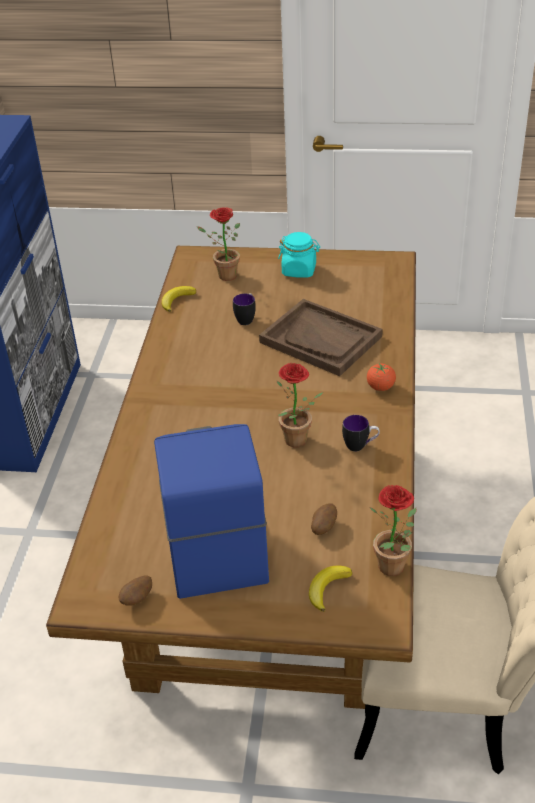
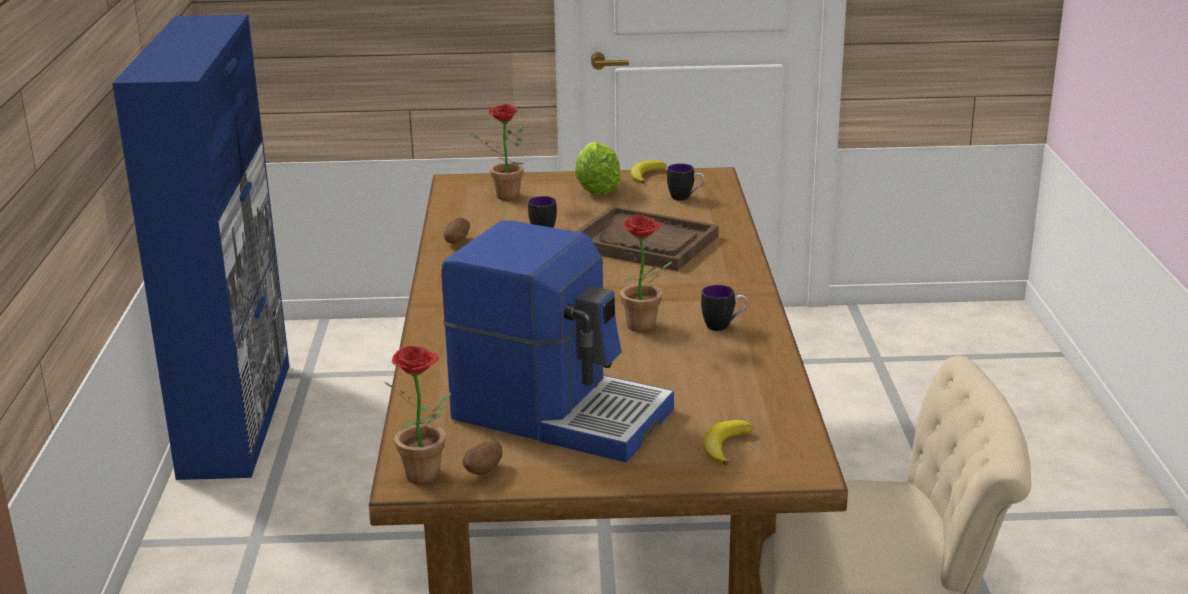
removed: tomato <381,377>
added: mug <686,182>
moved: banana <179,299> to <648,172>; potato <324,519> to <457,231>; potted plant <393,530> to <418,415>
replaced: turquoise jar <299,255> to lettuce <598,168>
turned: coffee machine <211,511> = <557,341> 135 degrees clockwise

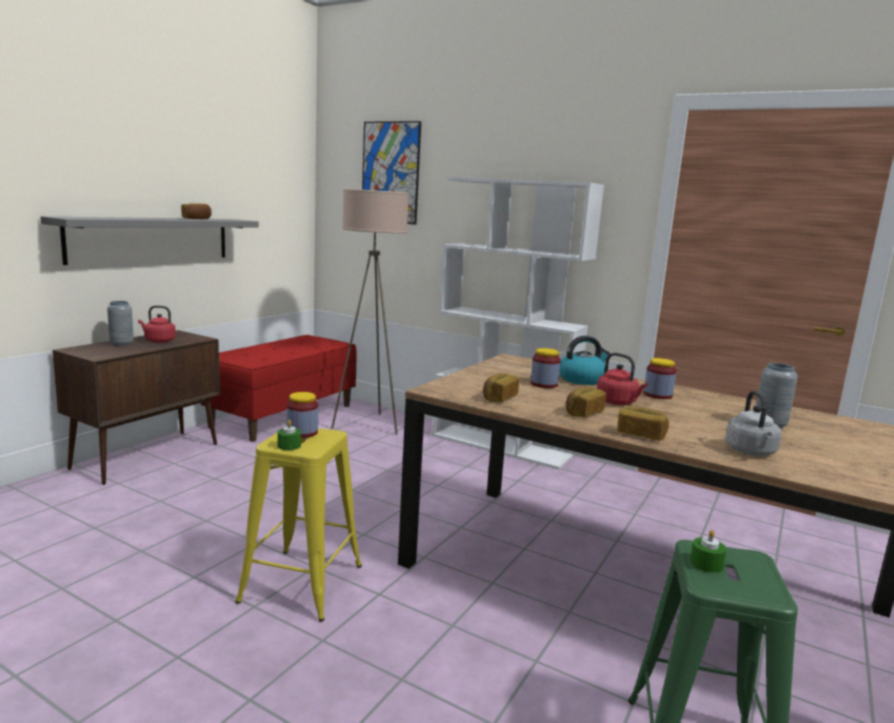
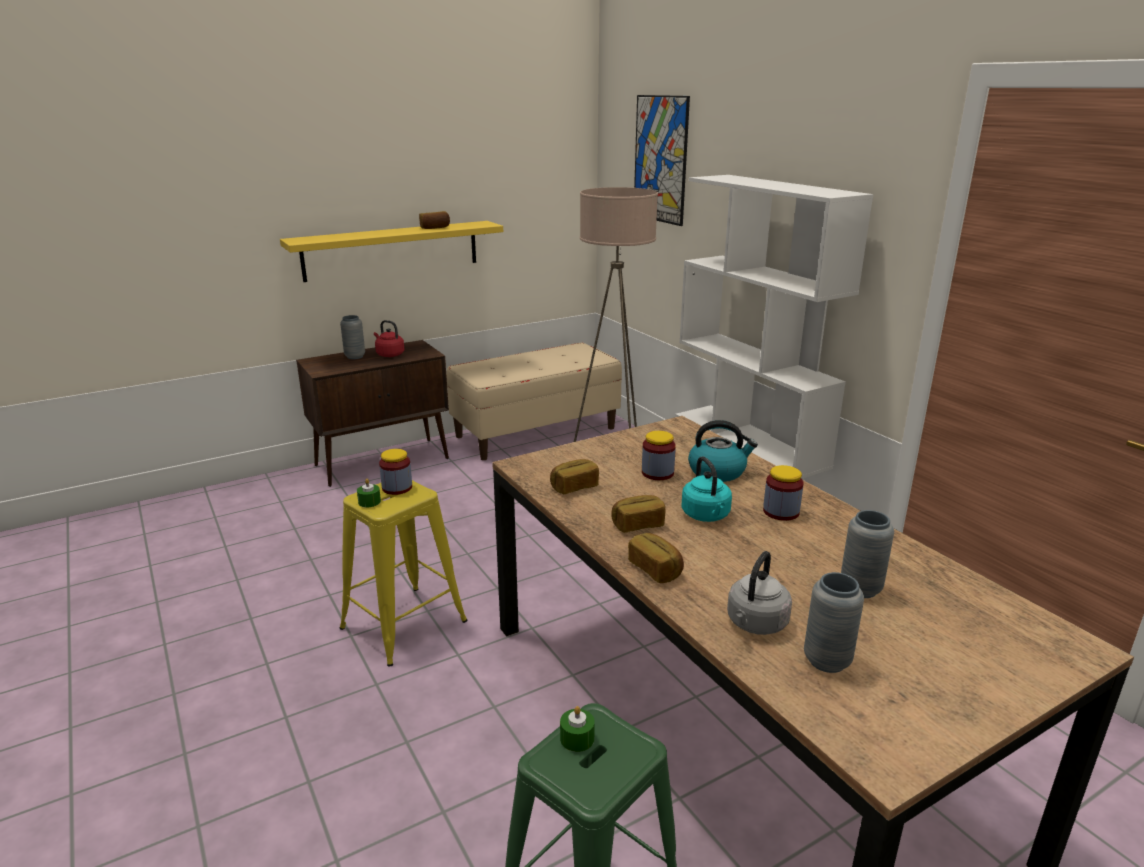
added: grey vase <834,622>
recoloured: grey shelf <149,240> to yellow shelf <391,251>; red bench <279,388> to beige bench <534,401>; red kettle <622,379> to turquoise kettle <706,489>

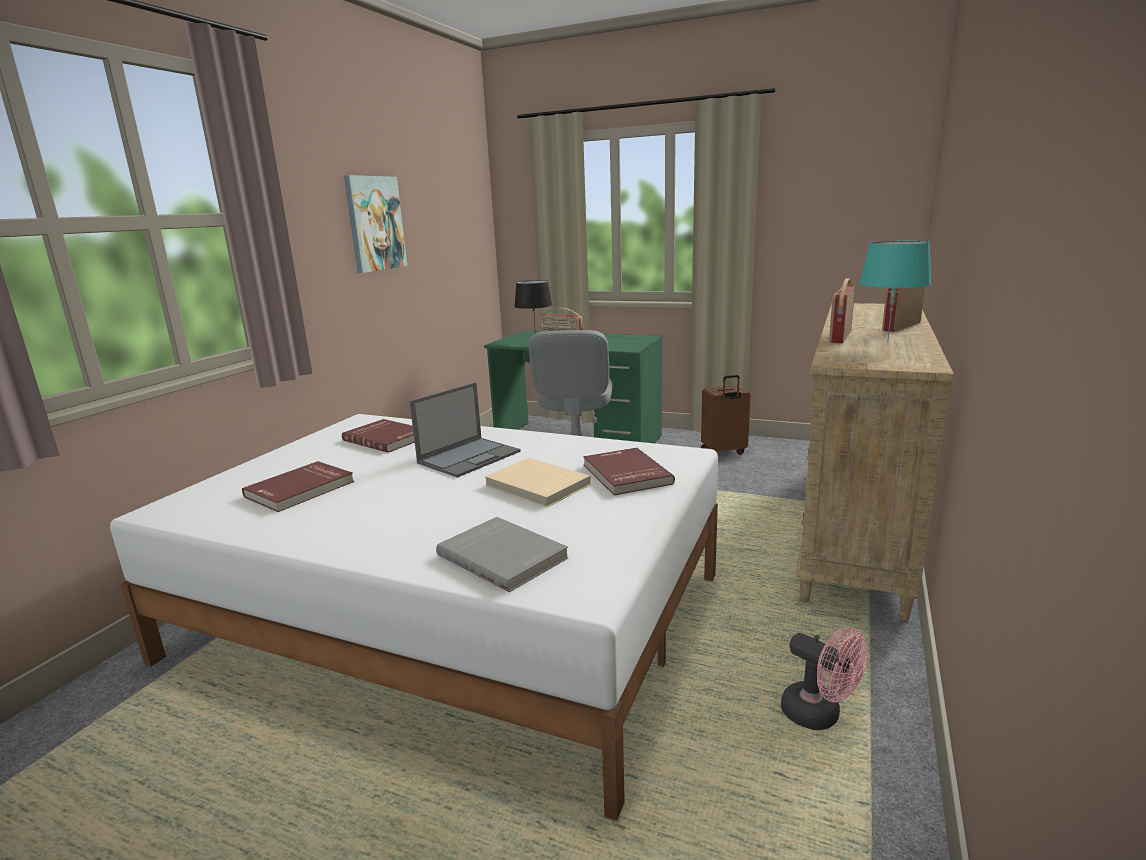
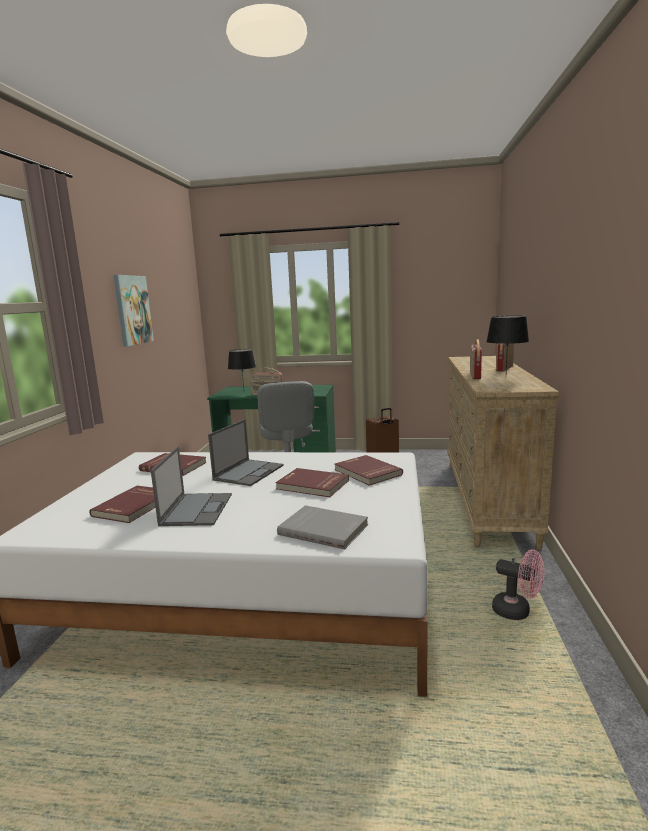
added: laptop <191,486>
recoloured: beige book <538,482> to red book <312,482>; turquoise table lamp <895,292> to black table lamp <507,343>

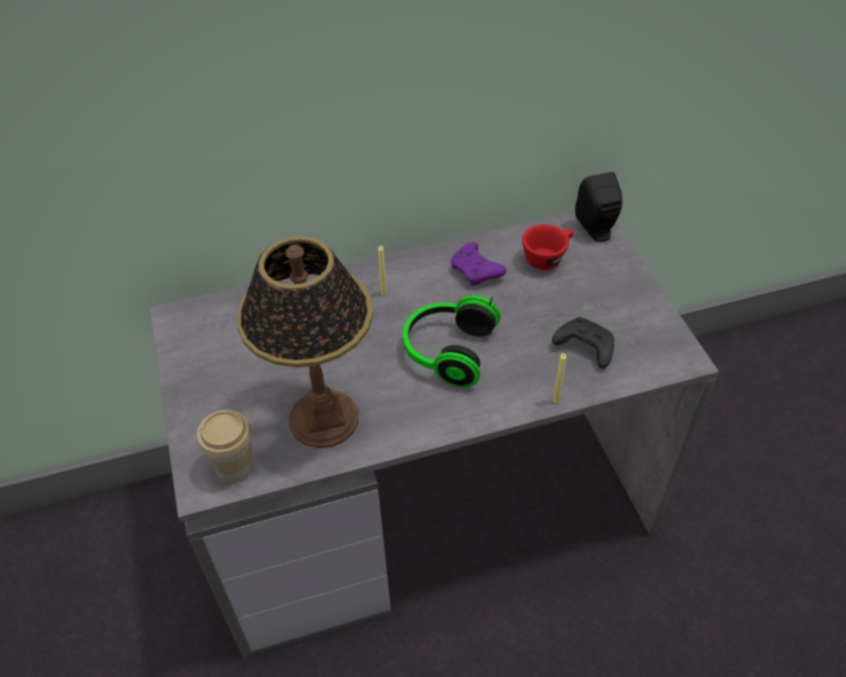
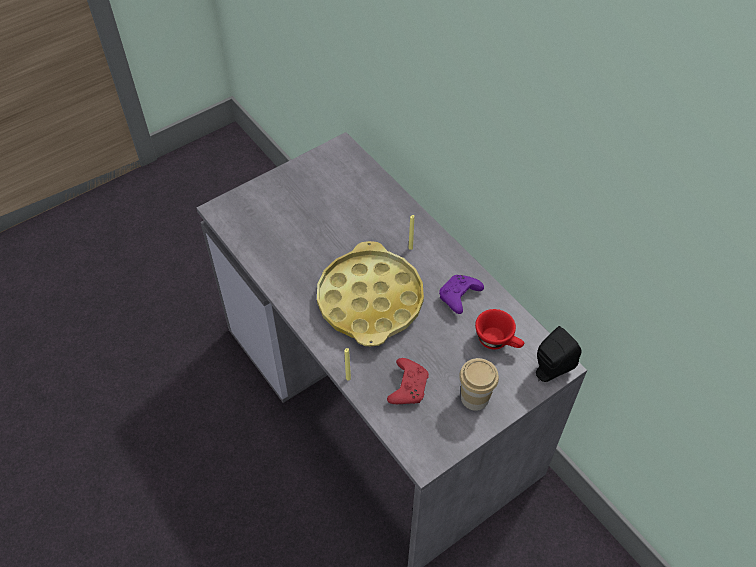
removed: table lamp <305,342>
moved: cup <225,446> to <479,384>
replaced: headphones <452,341> to yellow tray <370,293>
recoloured: black game controller <583,343> to red game controller <408,381>

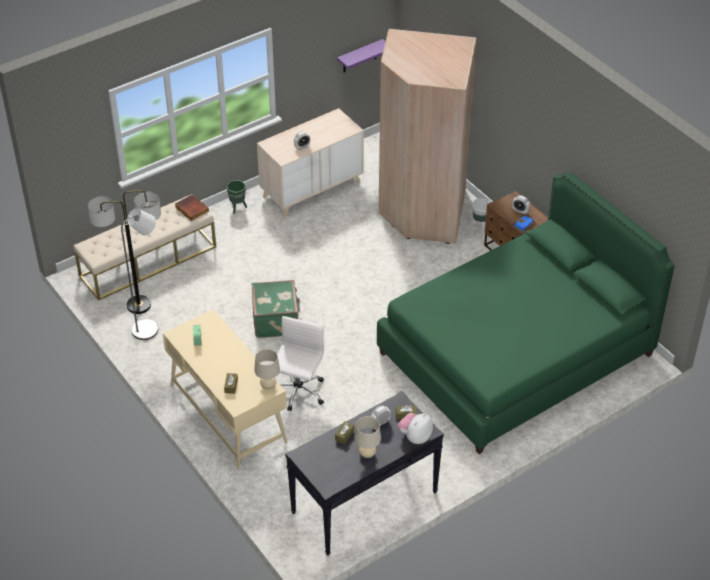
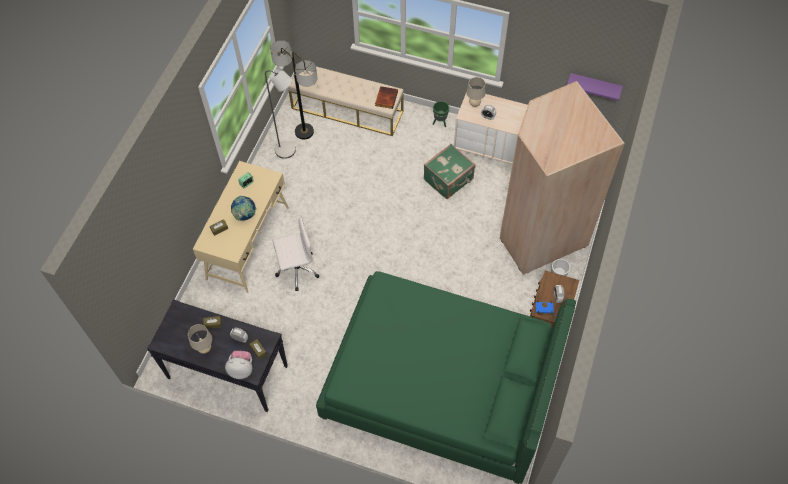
added: globe <243,208>
moved: green suitcase <275,309> to <449,171>; beige table lamp <267,369> to <476,92>

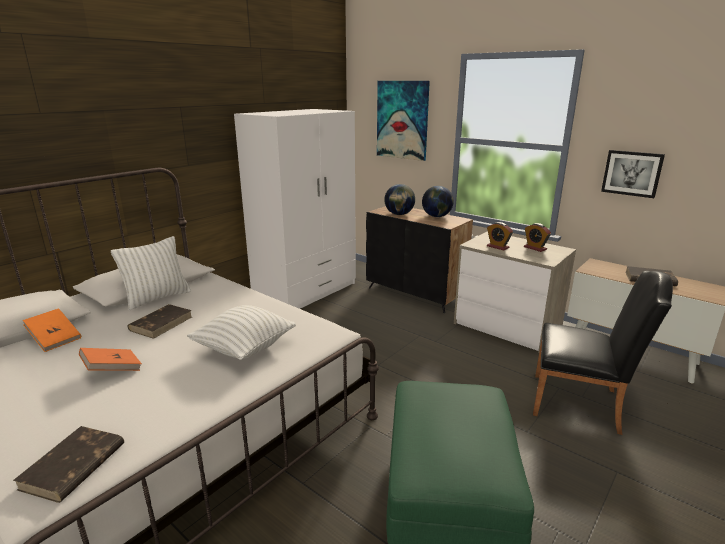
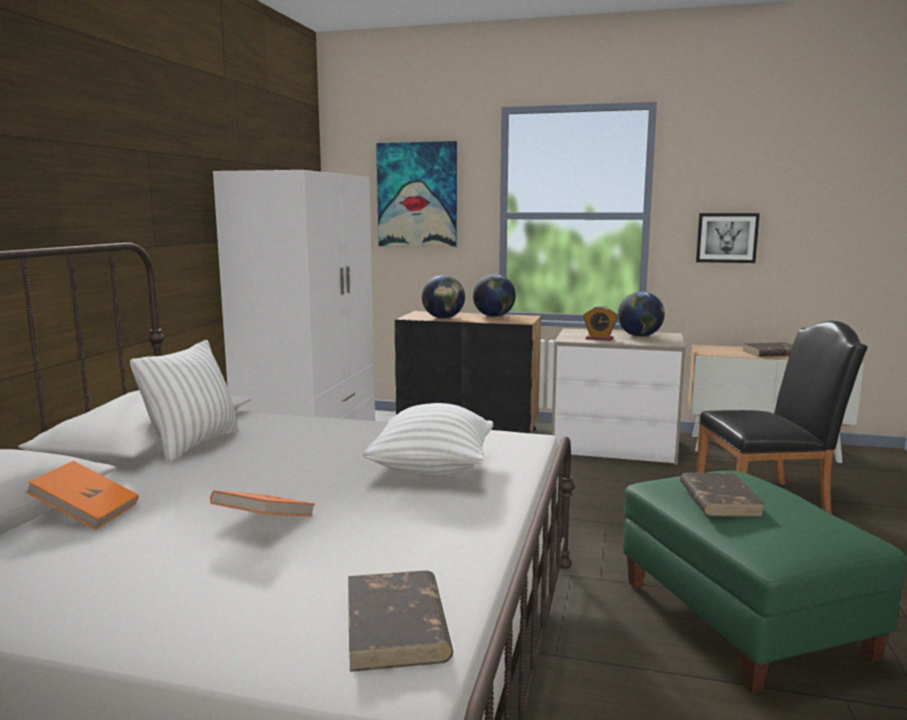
moved: brown book <159,321> to <722,495>
replaced: alarm clock <537,237> to globe <641,314>

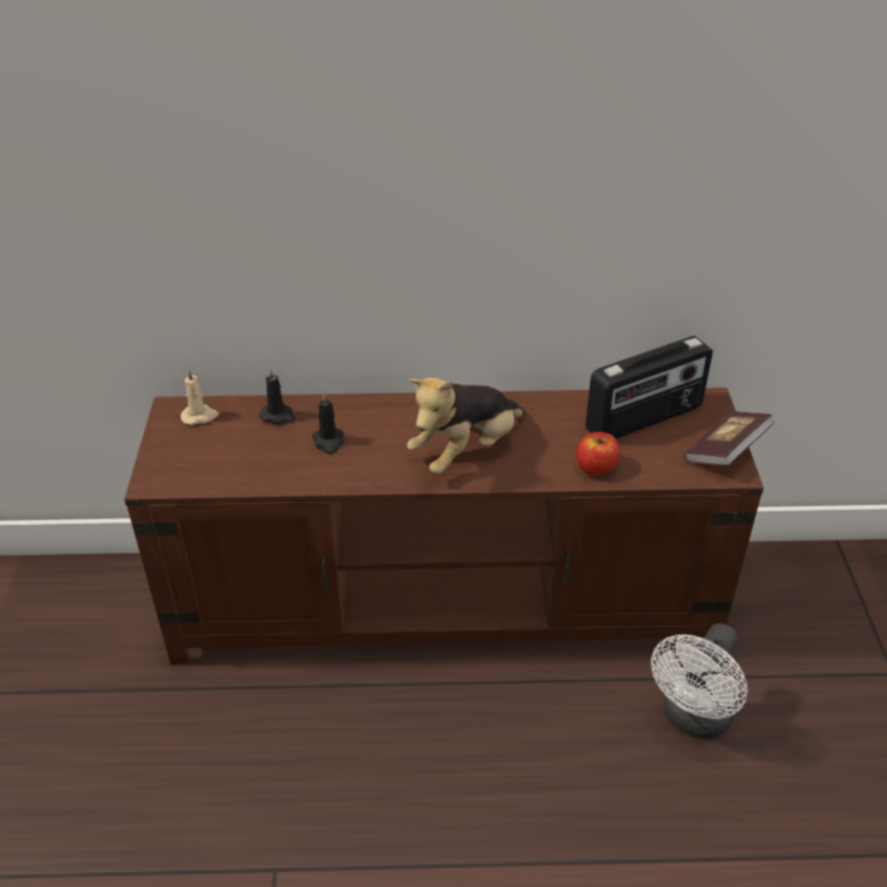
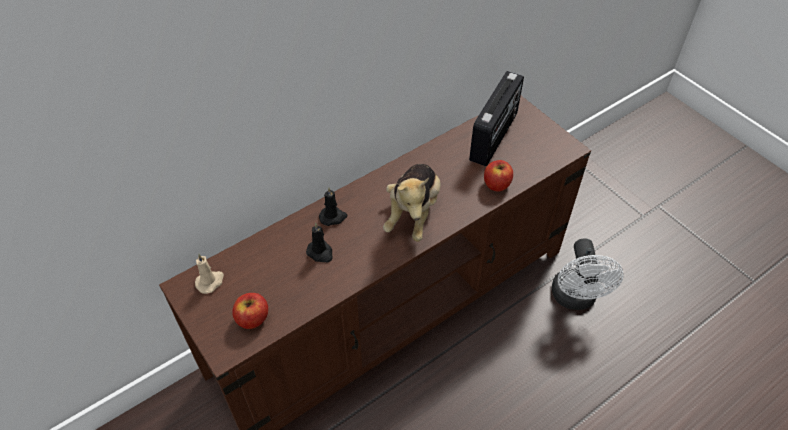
removed: book <729,438>
added: apple <250,311>
moved: black candle <277,396> to <333,207>

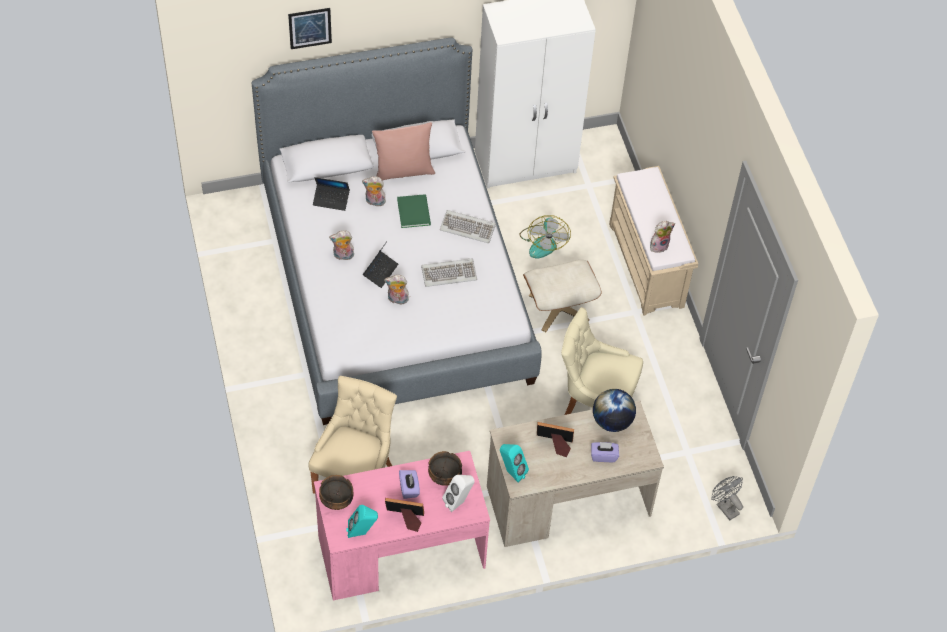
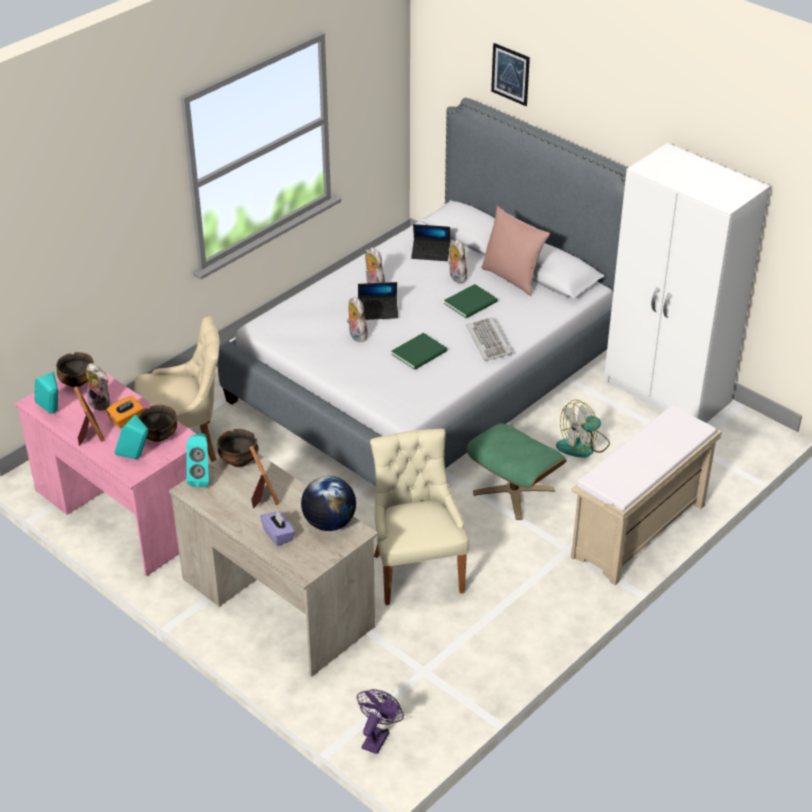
added: bowl <238,448>
moved: plush toy <662,237> to <98,387>
replaced: keyboard <449,272> to green book <419,351>
recoloured: purple tissue box <409,484> to orange tissue box <125,412>; white speaker <458,493> to turquoise speaker <131,437>; beige ottoman <562,296> to green ottoman <516,471>; grey fan <727,498> to purple fan <380,721>
turned: laptop <331,194> = <431,242> 60 degrees counterclockwise

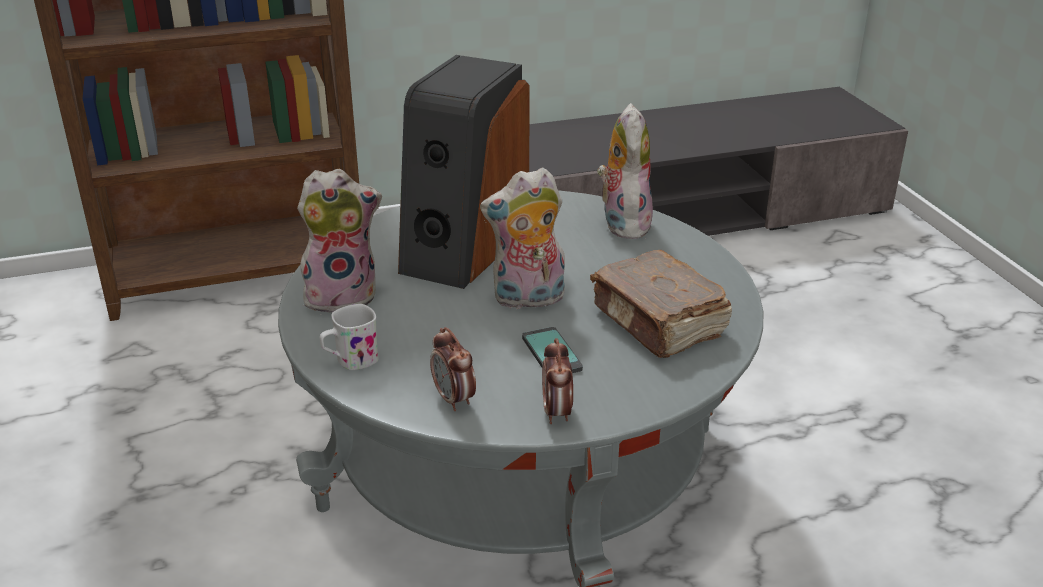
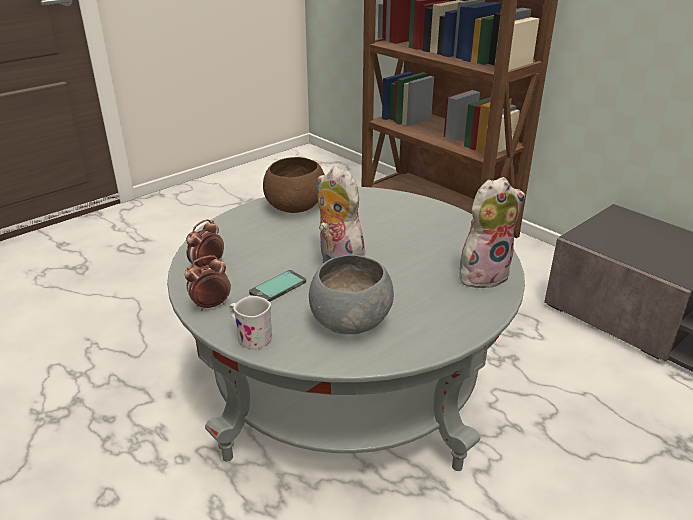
removed: speaker <463,172>
moved: white mug <349,337> to <251,323>
replaced: plush toy <339,241> to brown bowl <294,185>; brown book <661,304> to grey bowl <351,294>

